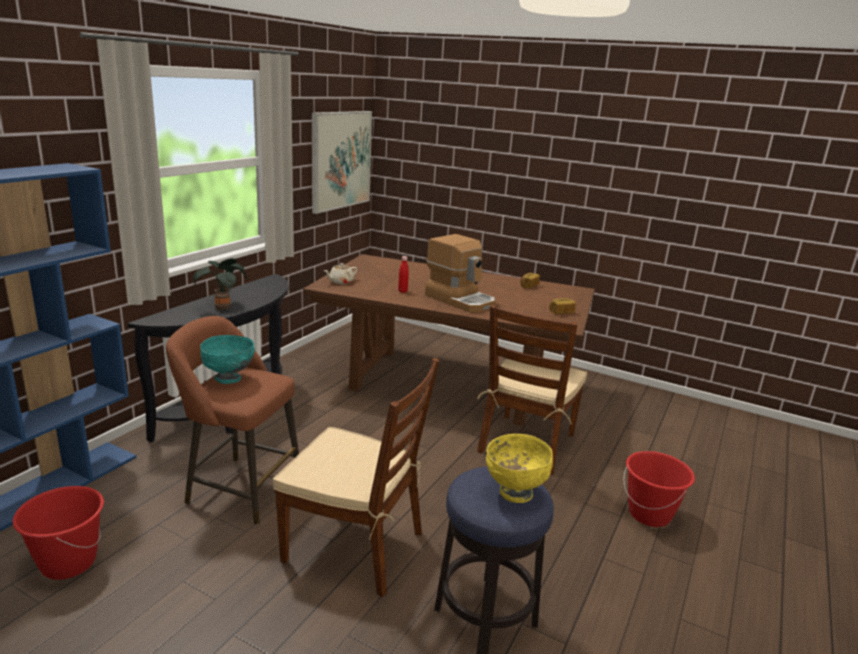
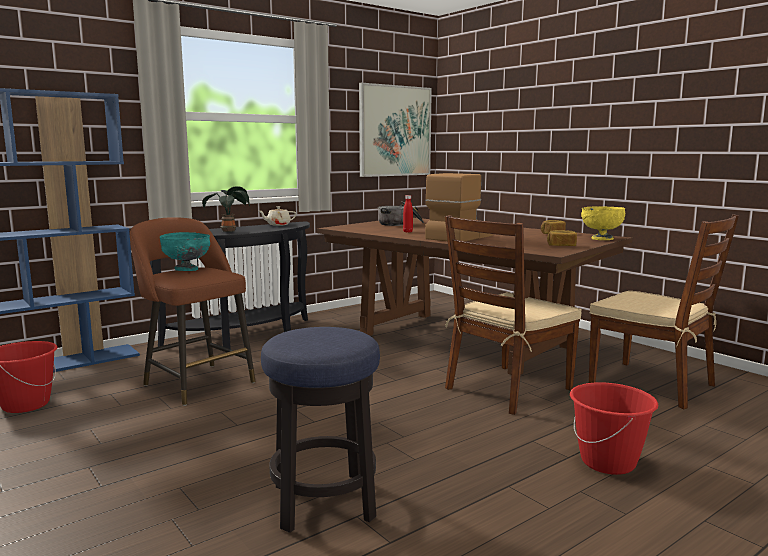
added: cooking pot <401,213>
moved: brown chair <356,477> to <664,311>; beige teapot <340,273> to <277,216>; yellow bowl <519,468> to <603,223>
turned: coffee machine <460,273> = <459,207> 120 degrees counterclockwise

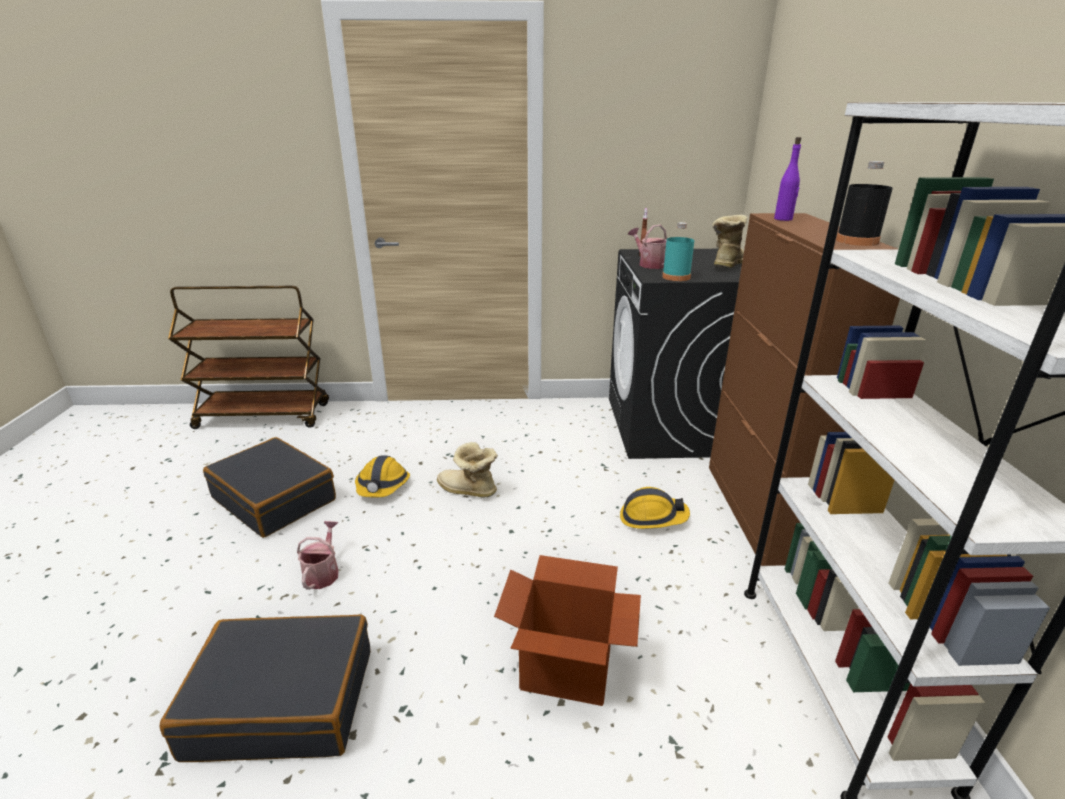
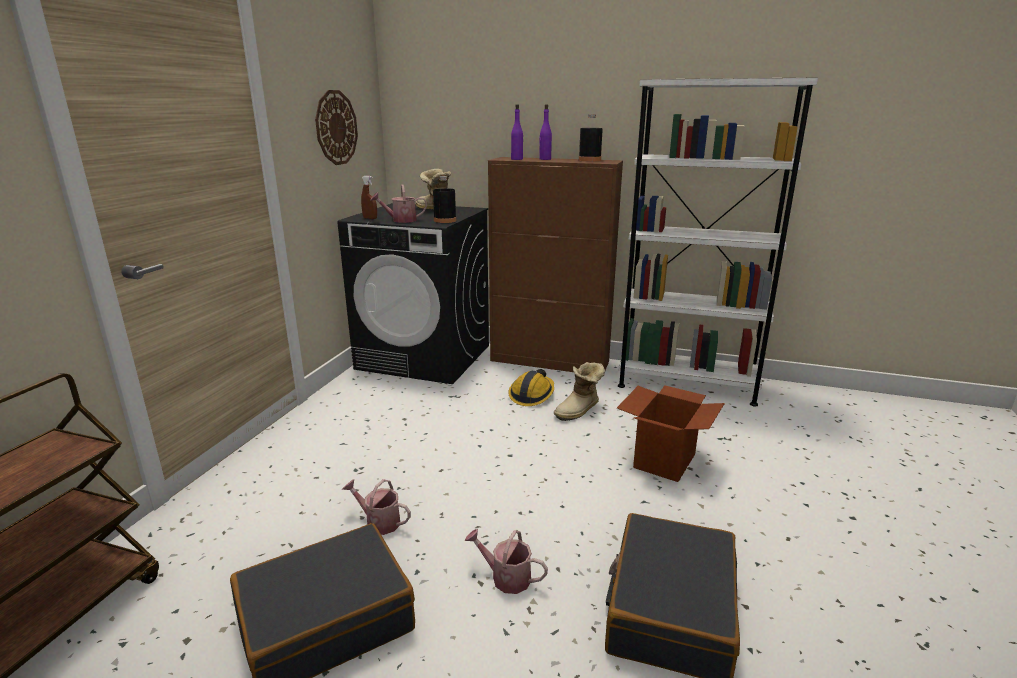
added: wall clock <336,127>; purple bottle <545,132>
moved: boot <467,469> to <579,391>
replaced: hard hat <382,476> to watering can <376,507>
recoloured: turquoise bottle <678,251> to black bottle <444,199>

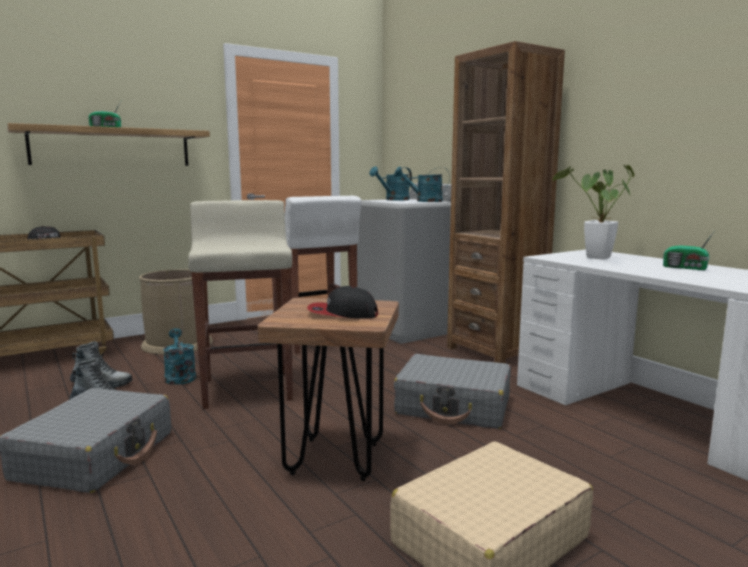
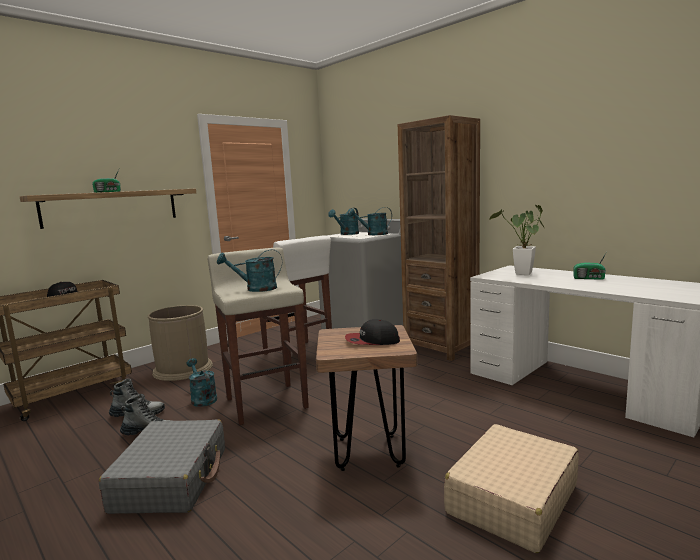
removed: grey suitcase <452,391>
added: turquoise watering can <249,270>

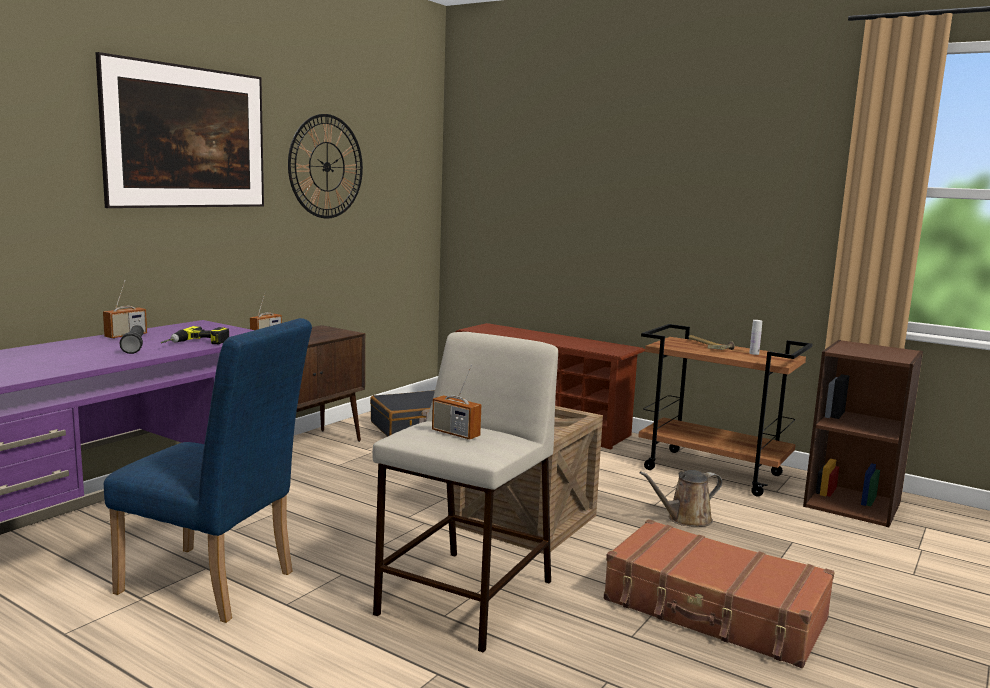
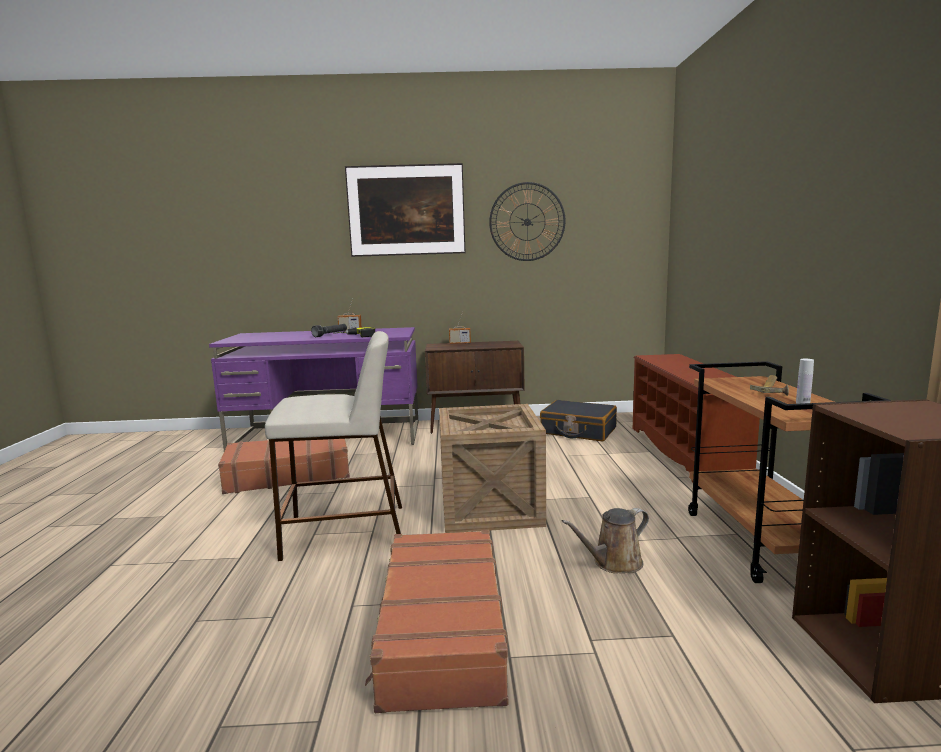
removed: radio <456,402>
replaced: blue chair <208,470> to brown suitcase <284,466>
turned: brown watering can <681,498> = <605,540> 60 degrees counterclockwise

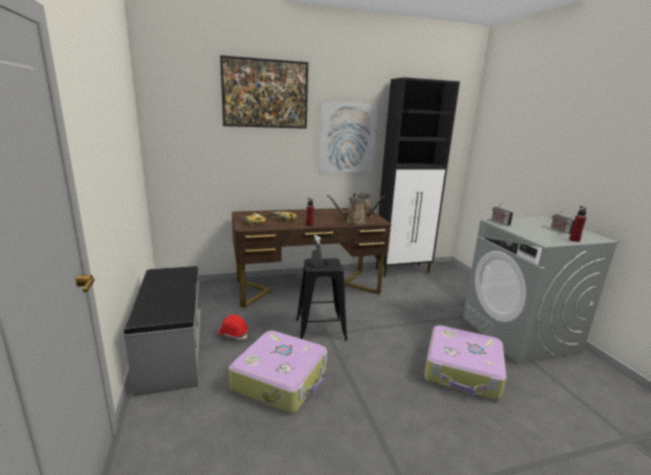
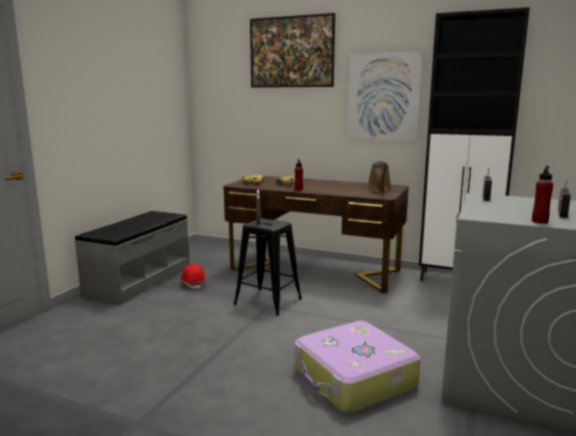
removed: suitcase <278,372>; brown watering can <350,210>

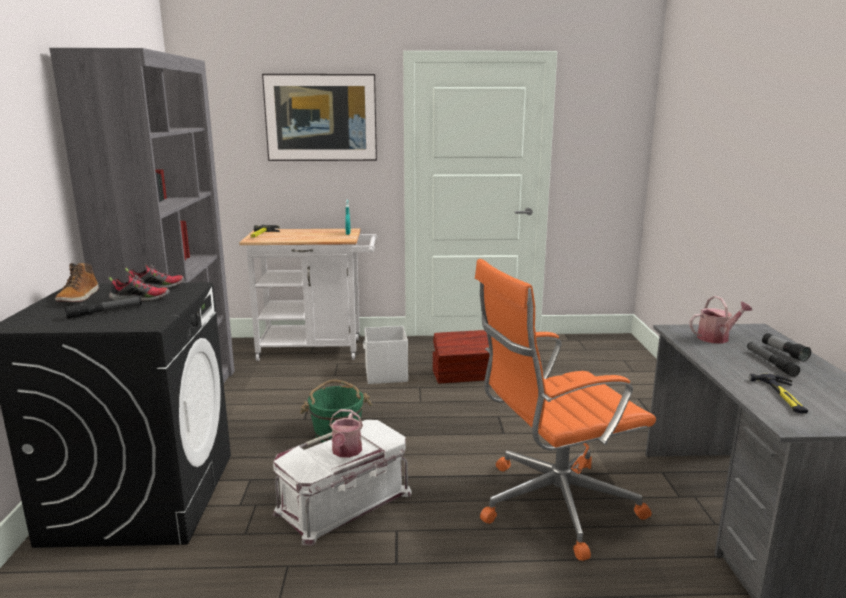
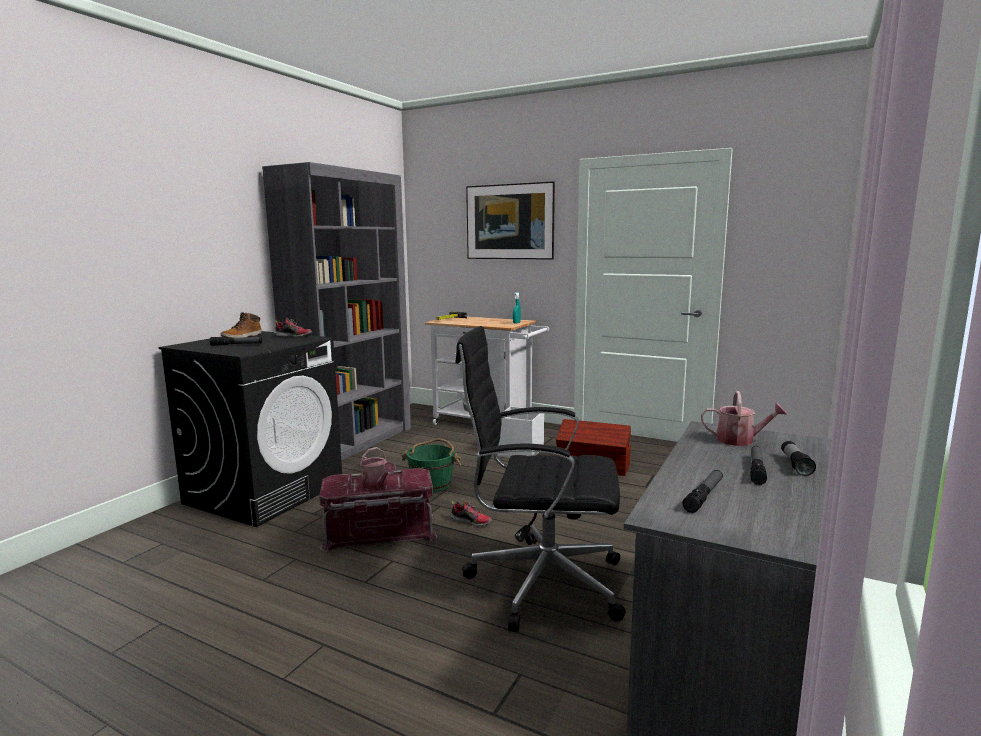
moved: shoe <139,287> to <471,514>
replaced: hammer <778,394> to flashlight <702,491>
recoloured: white storage box <342,483> to red storage box <378,510>; orange office chair <565,410> to black office chair <540,479>
turned: watering can <346,433> = <377,468> 75 degrees counterclockwise

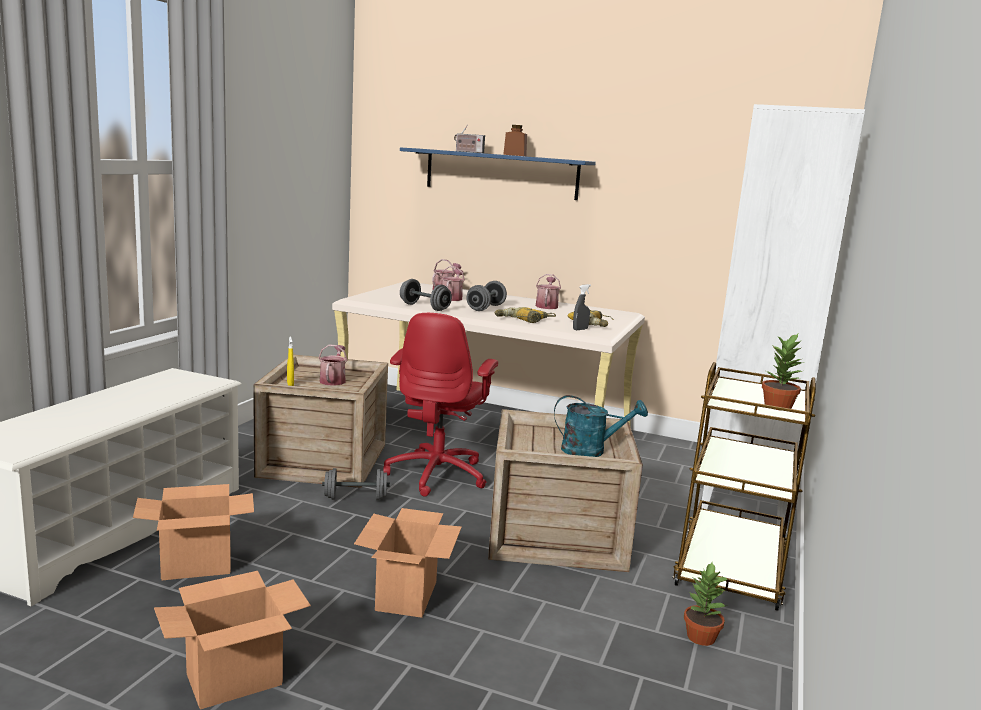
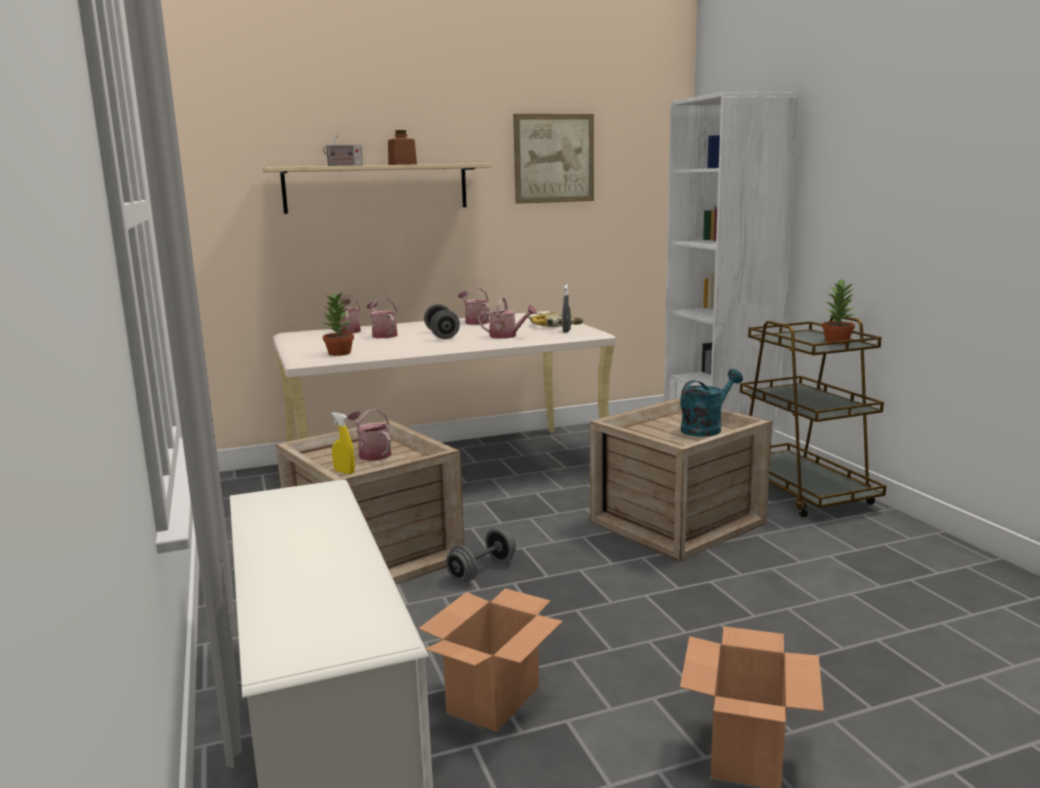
removed: cardboard box <408,563>; red office chair <440,405>; grey dumbbell <426,295>
added: picture <553,159>
moved: potted plant <706,604> to <338,324>
replaced: power drill <525,315> to watering can <507,318>
recoloured: blue shelf <498,173> to beige shelf <377,188>

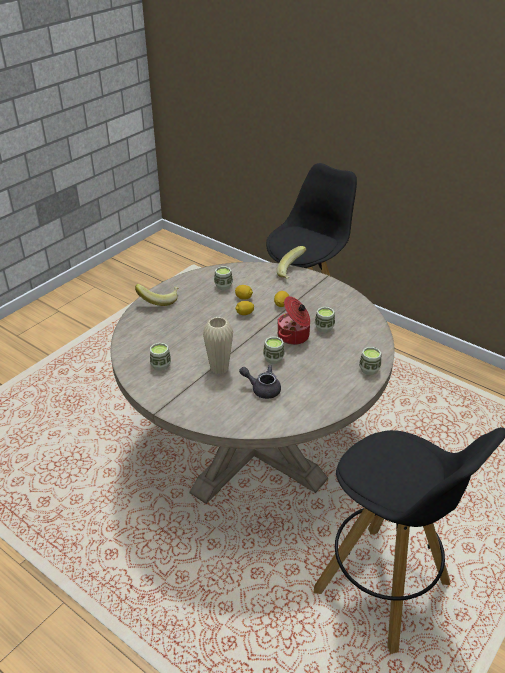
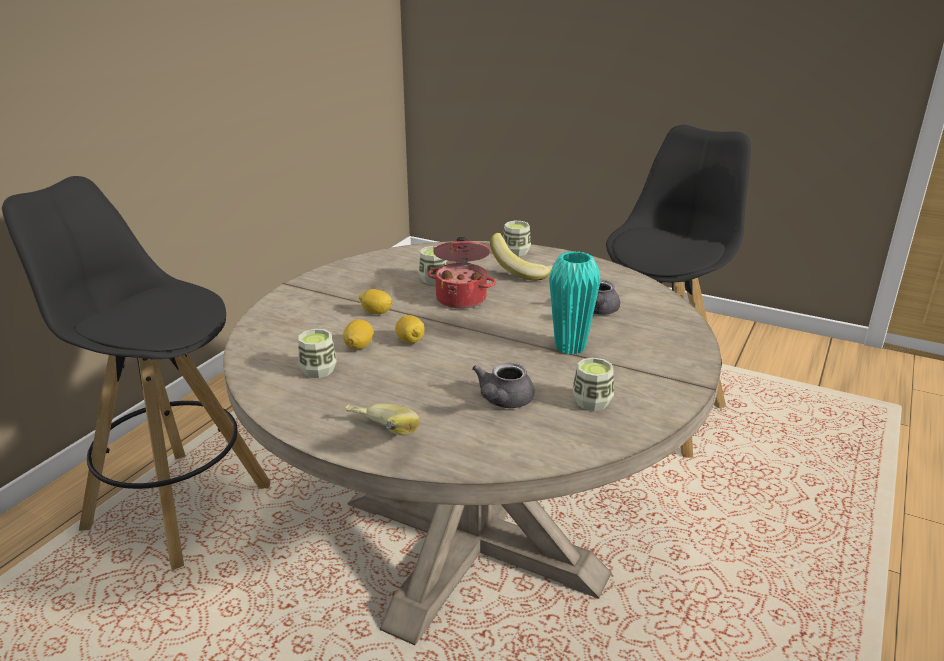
removed: cup <274,350>
added: grey teapot <503,385>
moved: banana <291,262> to <522,257>
recoloured: beige vase <218,345> to turquoise vase <574,303>

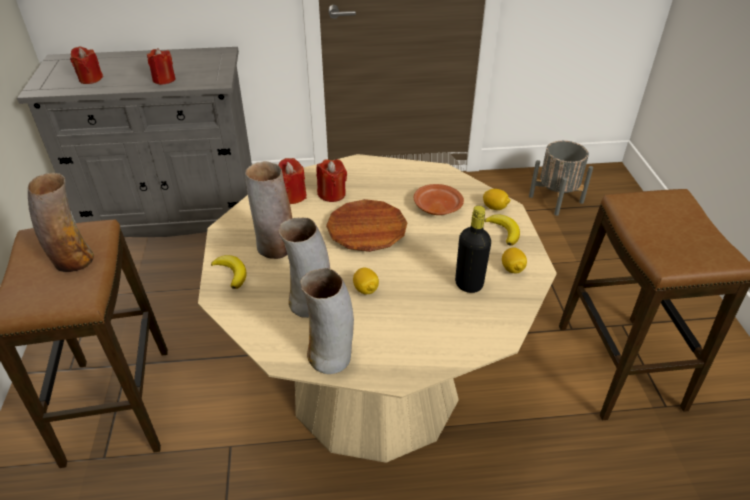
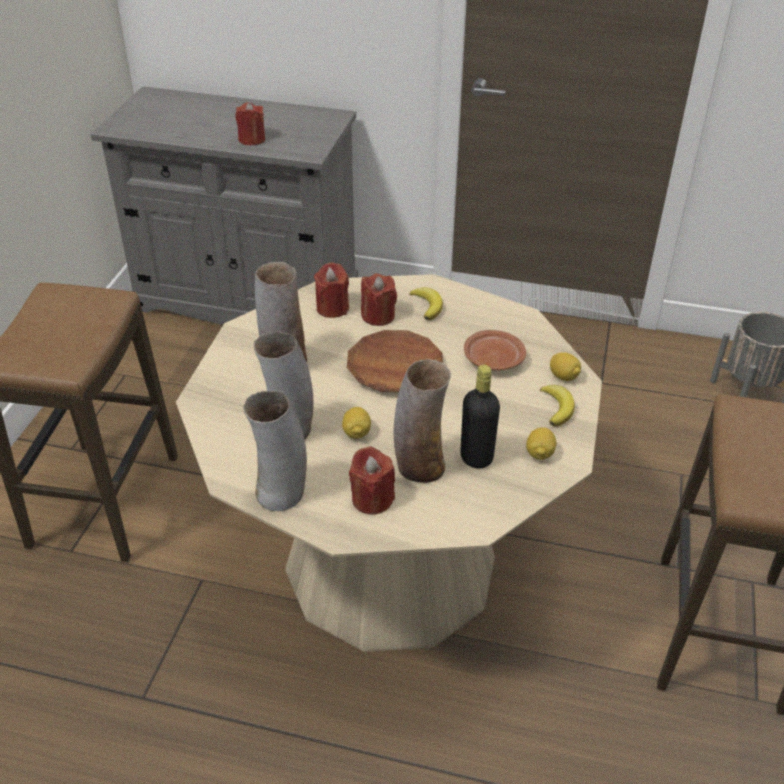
moved: vase <61,222> to <422,421>; red candle <86,65> to <372,480>; banana <229,272> to <426,303>

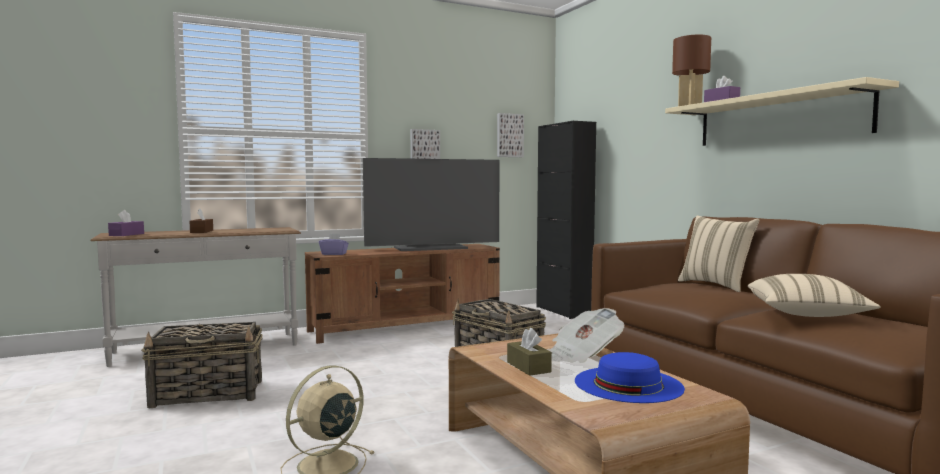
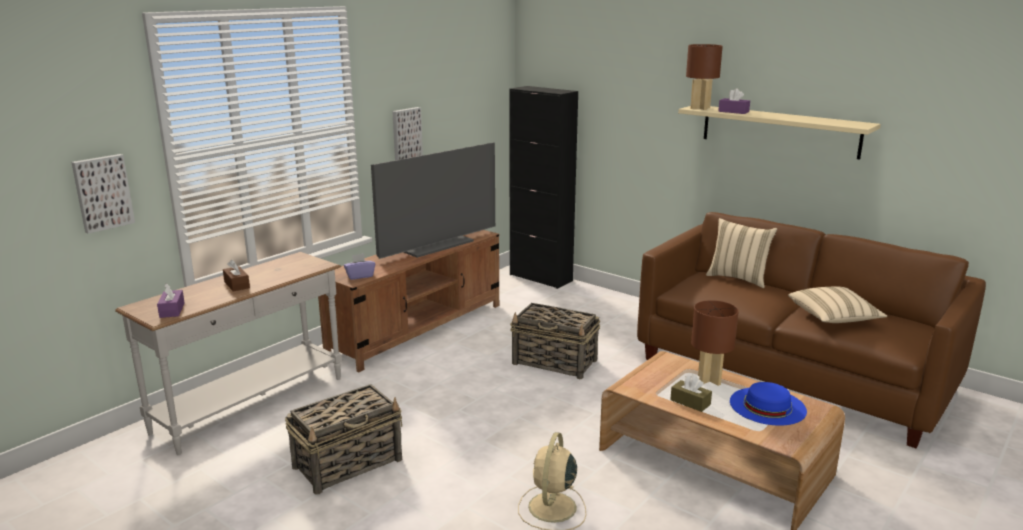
moved: picture <510,135> to <103,194>
replaced: newspaper <587,335> to brown table lamp <715,343>

